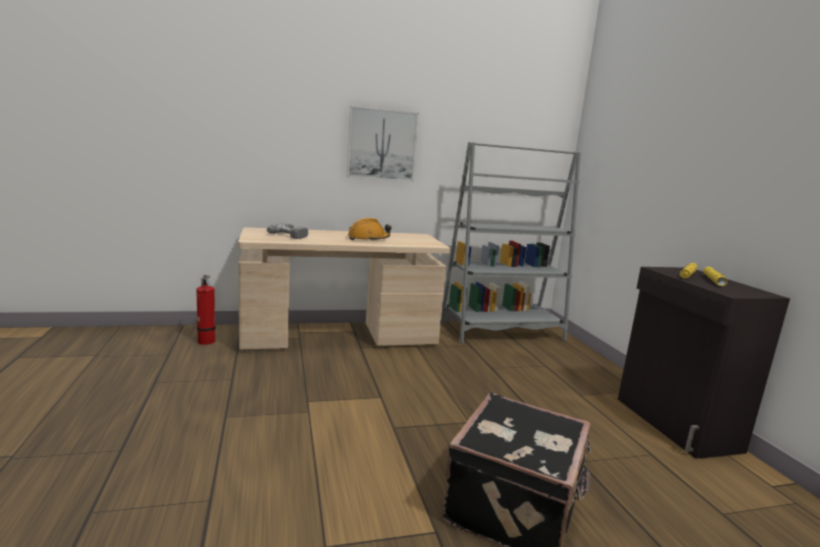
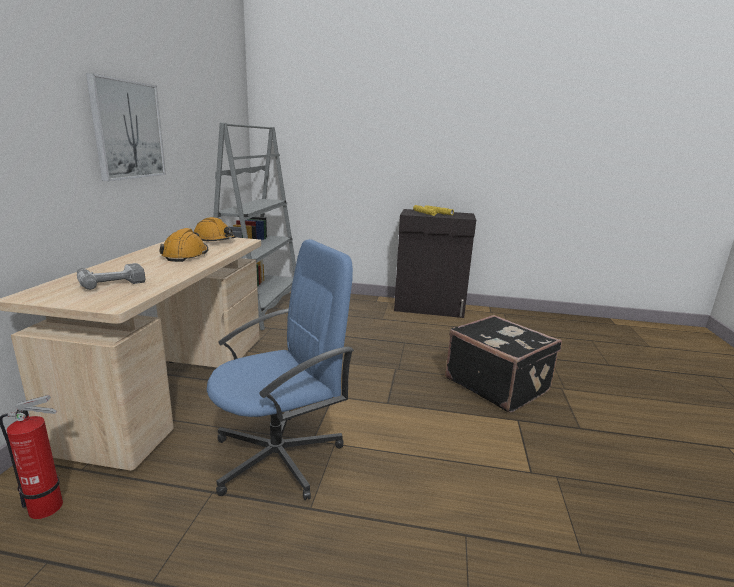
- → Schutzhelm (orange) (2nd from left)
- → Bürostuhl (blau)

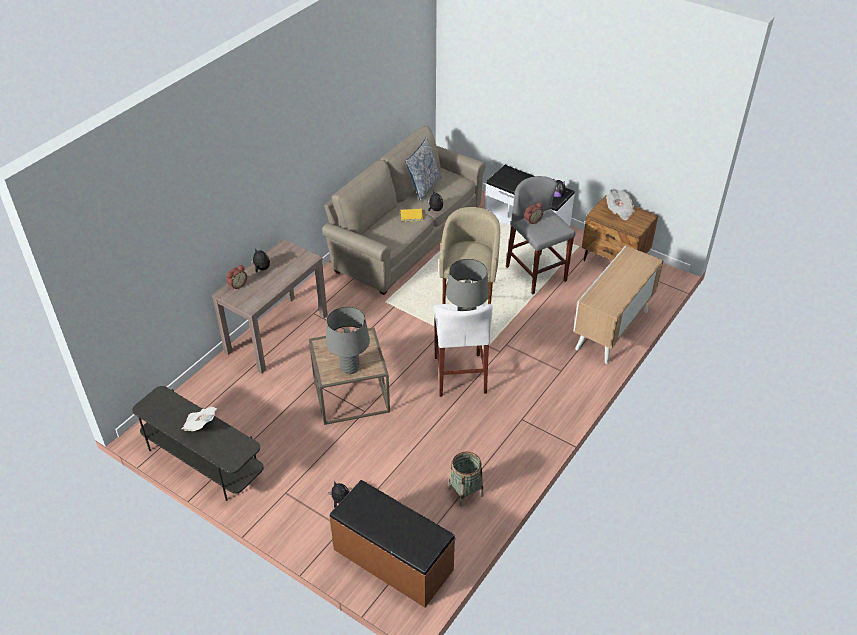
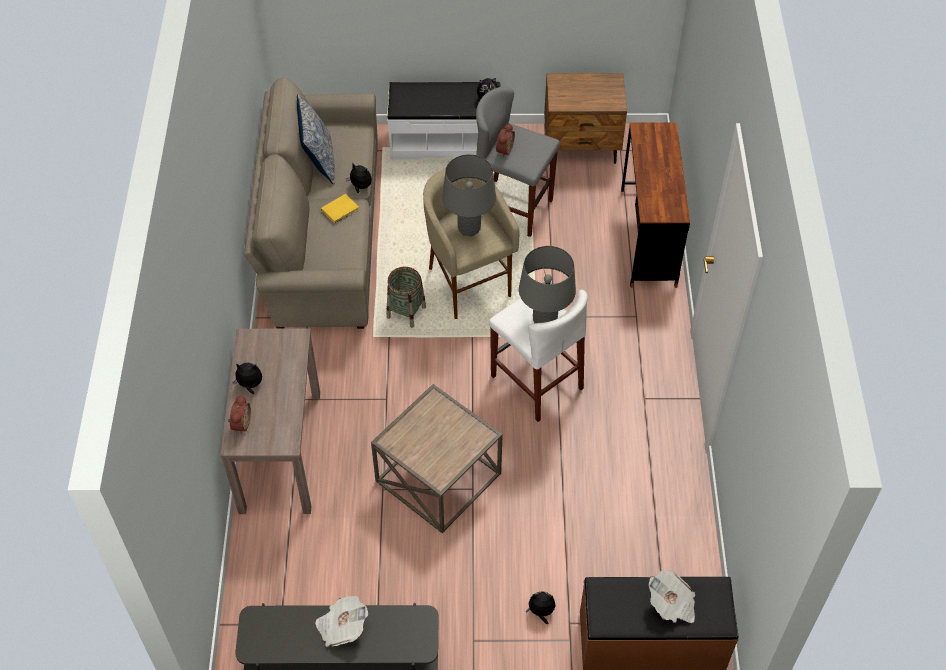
Korb, moved
Tischlampe (grau) (1st from left), moved
Schrank → Schreibtisch (braun)
Zeitung (2nd from left), moved

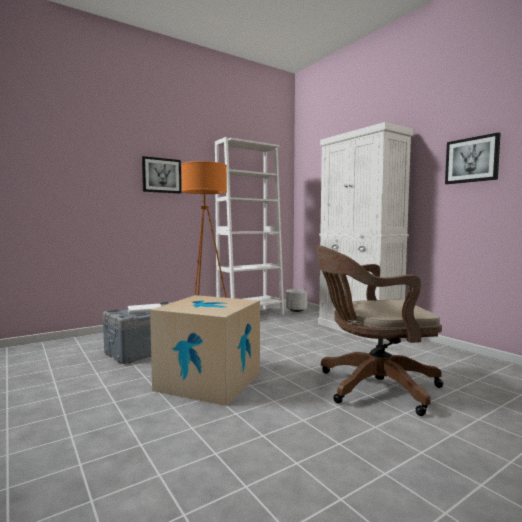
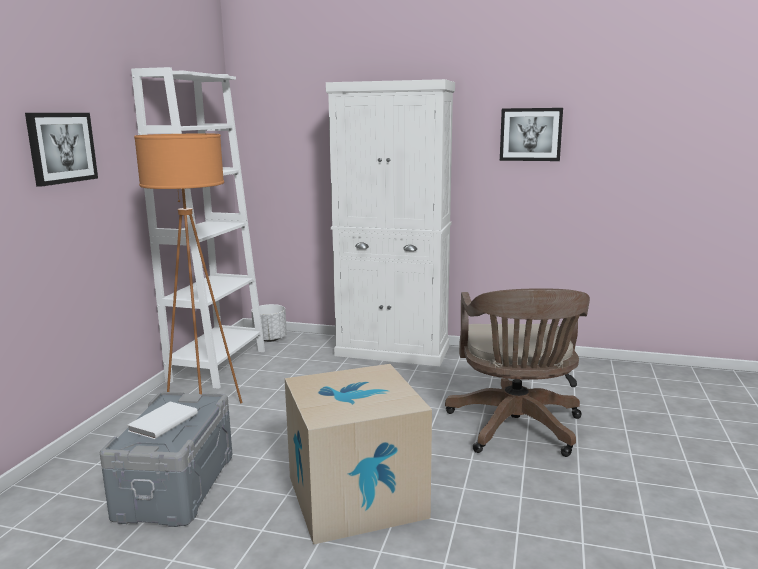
Bürostuhl (braun), 45 degrees counterclockwise

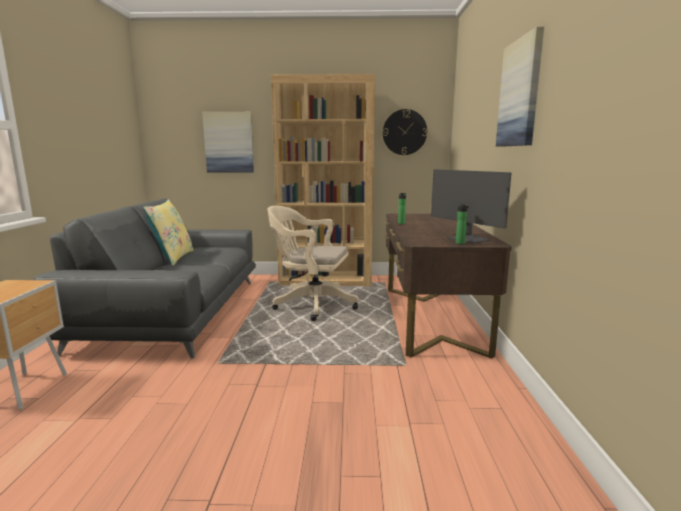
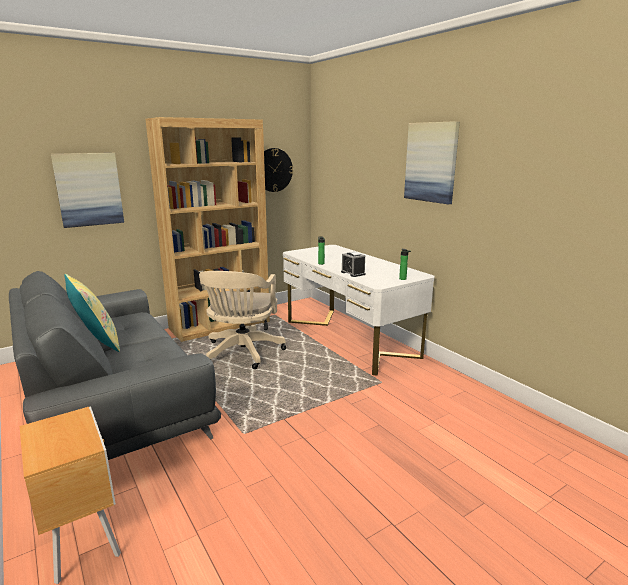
Bürostuhl (beige), 60 degrees counterclockwise
Schreibtisch (braun) → Schreibtisch (weiß)
- → Wecker
Monitor → -

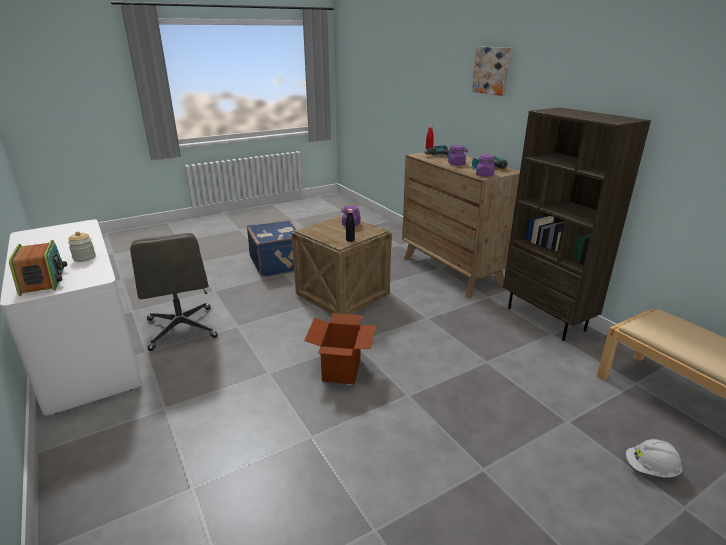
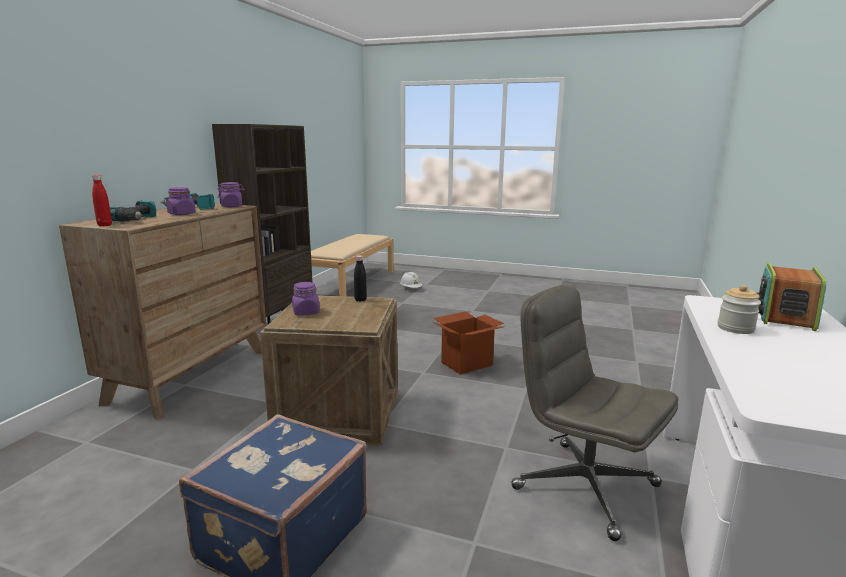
Bürostuhl (grau), 75 degrees counterclockwise
Bild → -

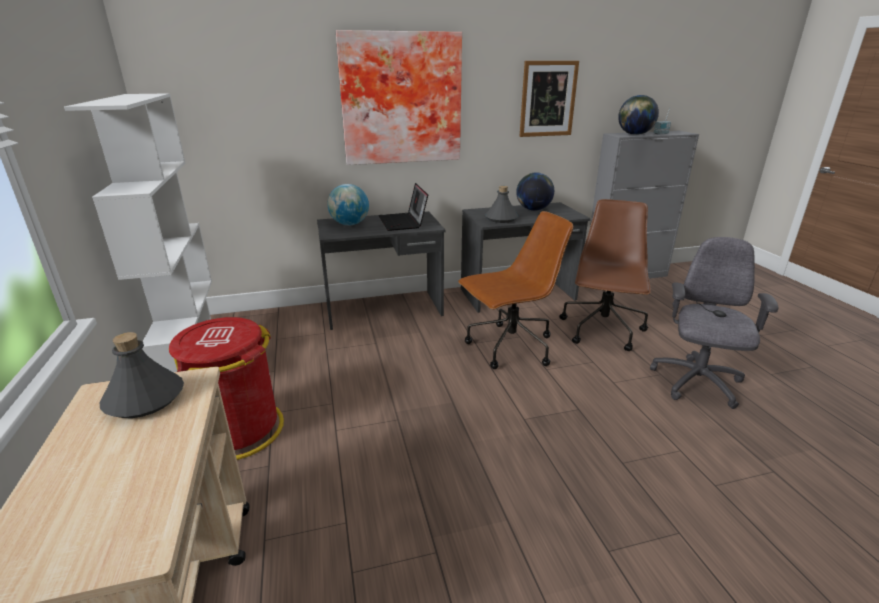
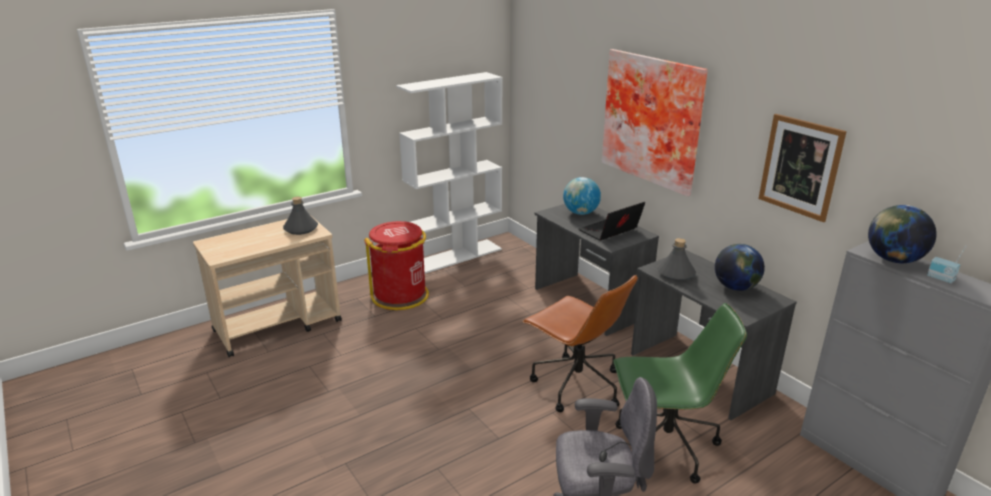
Bürostuhl (braun) (2nd from left) → Bürostuhl (grün)

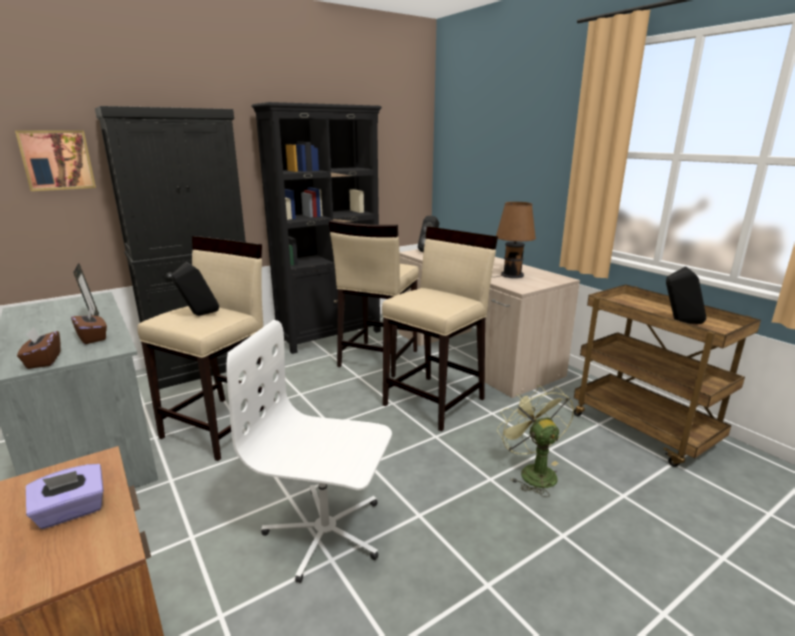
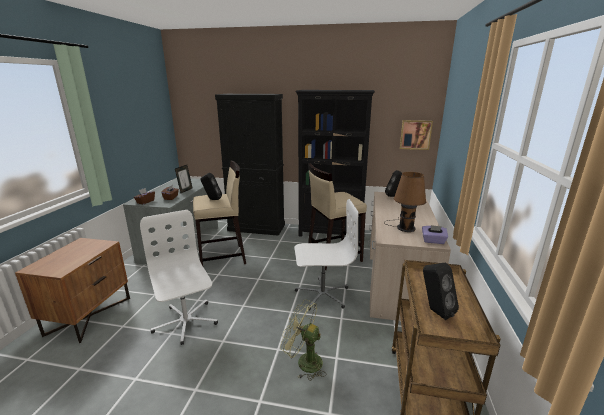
Ventilator (grün), 90 degrees counterclockwise
Hocker (beige) (3rd from left) → Bürostuhl (weiß) (2nd from left)
Bild, moved
Taschentuchbox (lila), moved

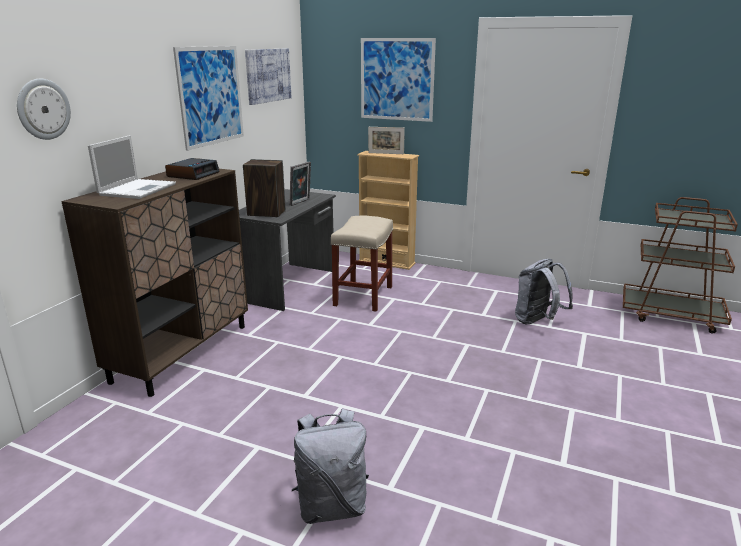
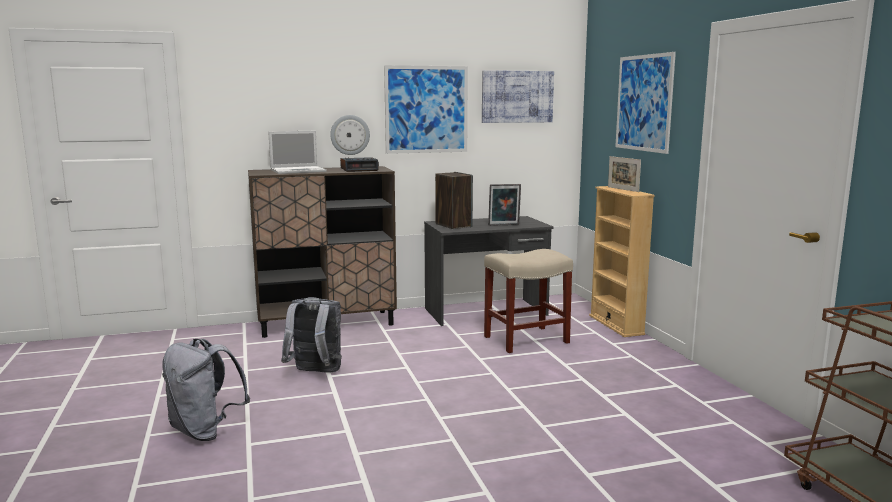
Rucksack (grau) (2nd from left), moved
Wanduhr, moved

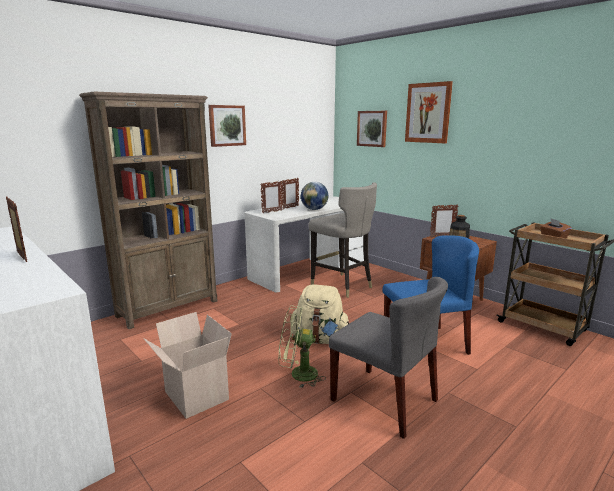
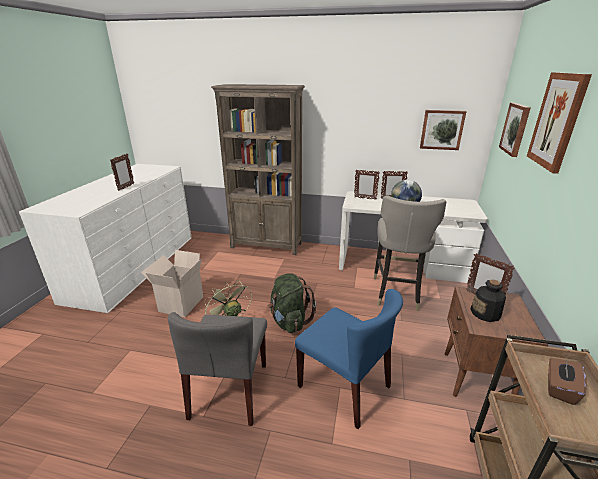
Rucksack (beige) → Rucksack (grün)
Bild (1st from left), moved

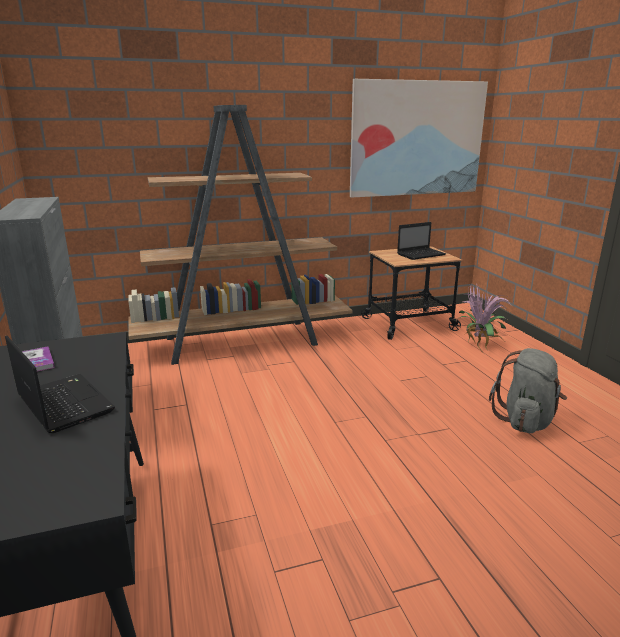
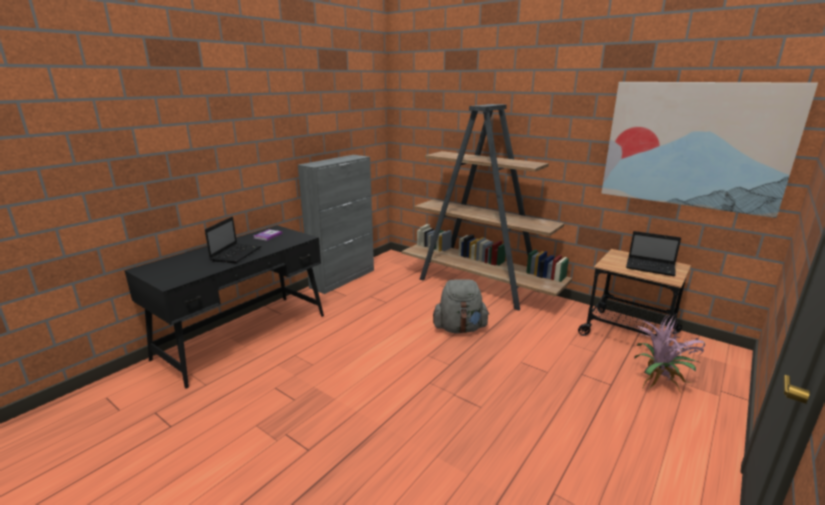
Rucksack (grau), moved

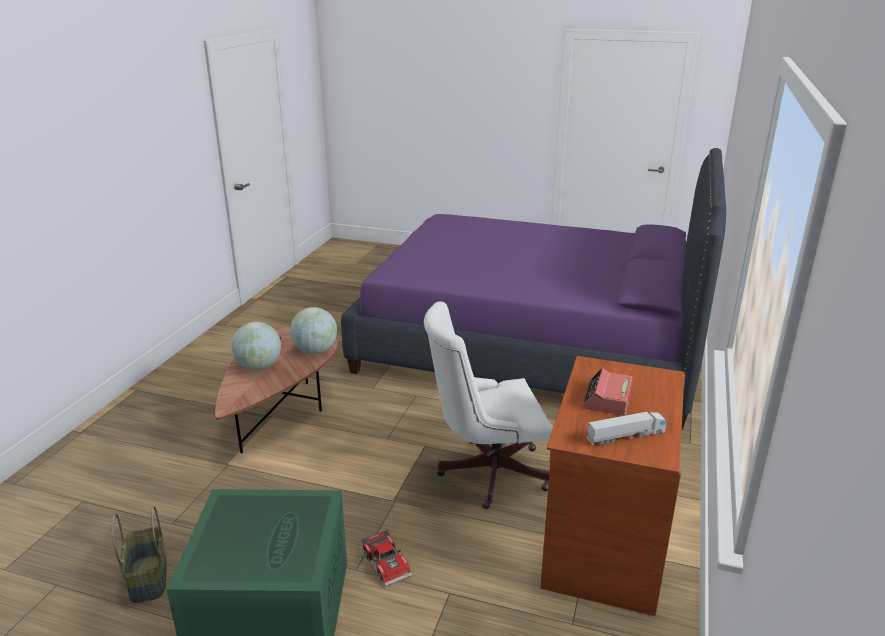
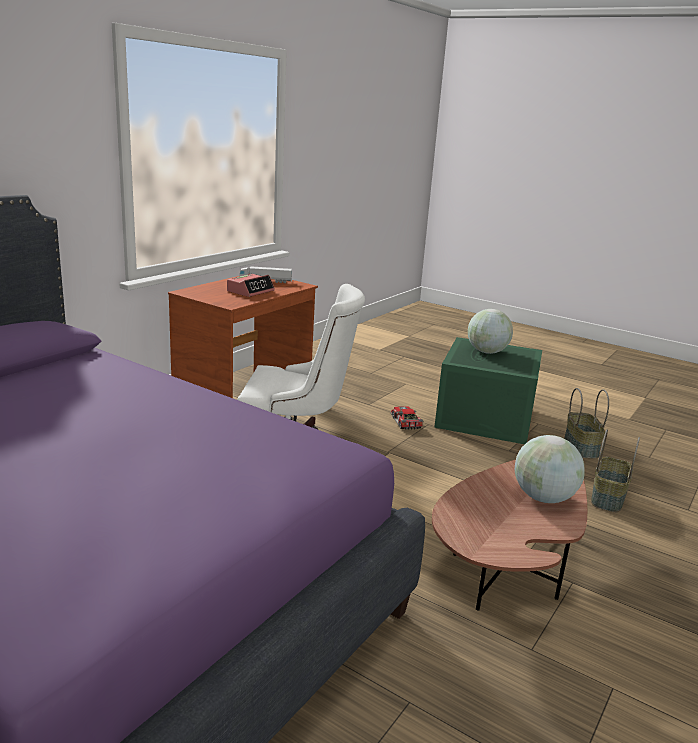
Globus (2nd from left in the first image) → Globus (1st from left), moved
- → Korb (2nd from left)

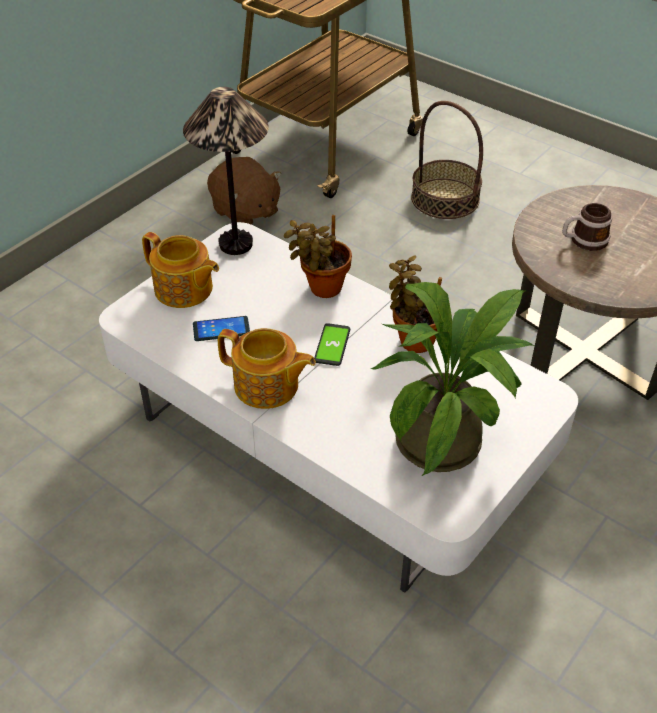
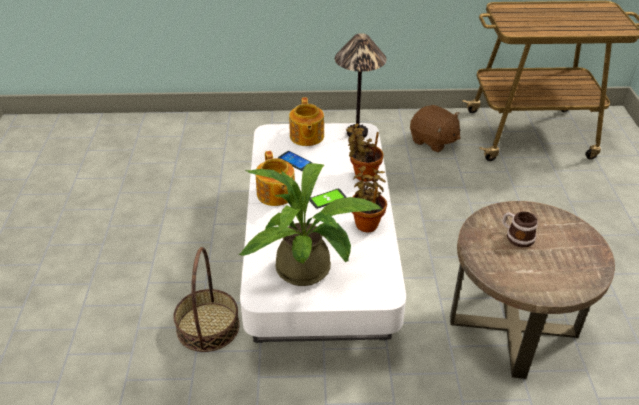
Korb, moved
Plüschtier (braun), 60 degrees counterclockwise

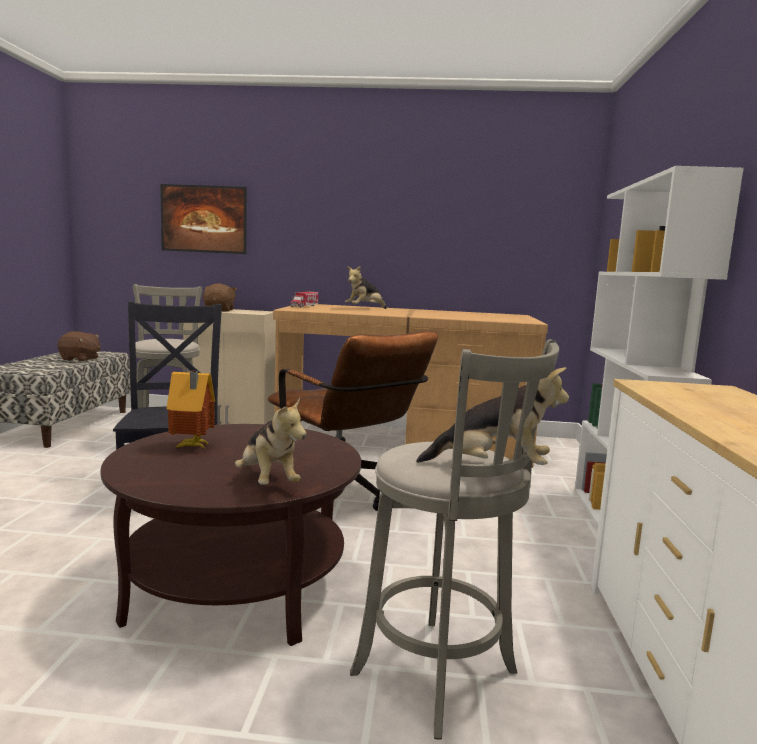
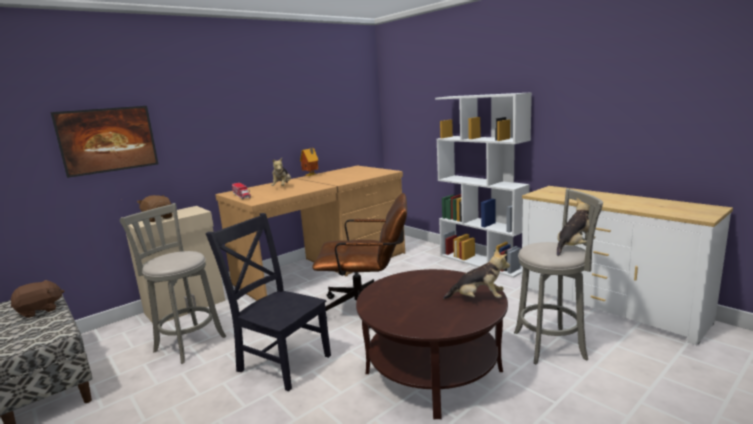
Spielzeughaus, moved

